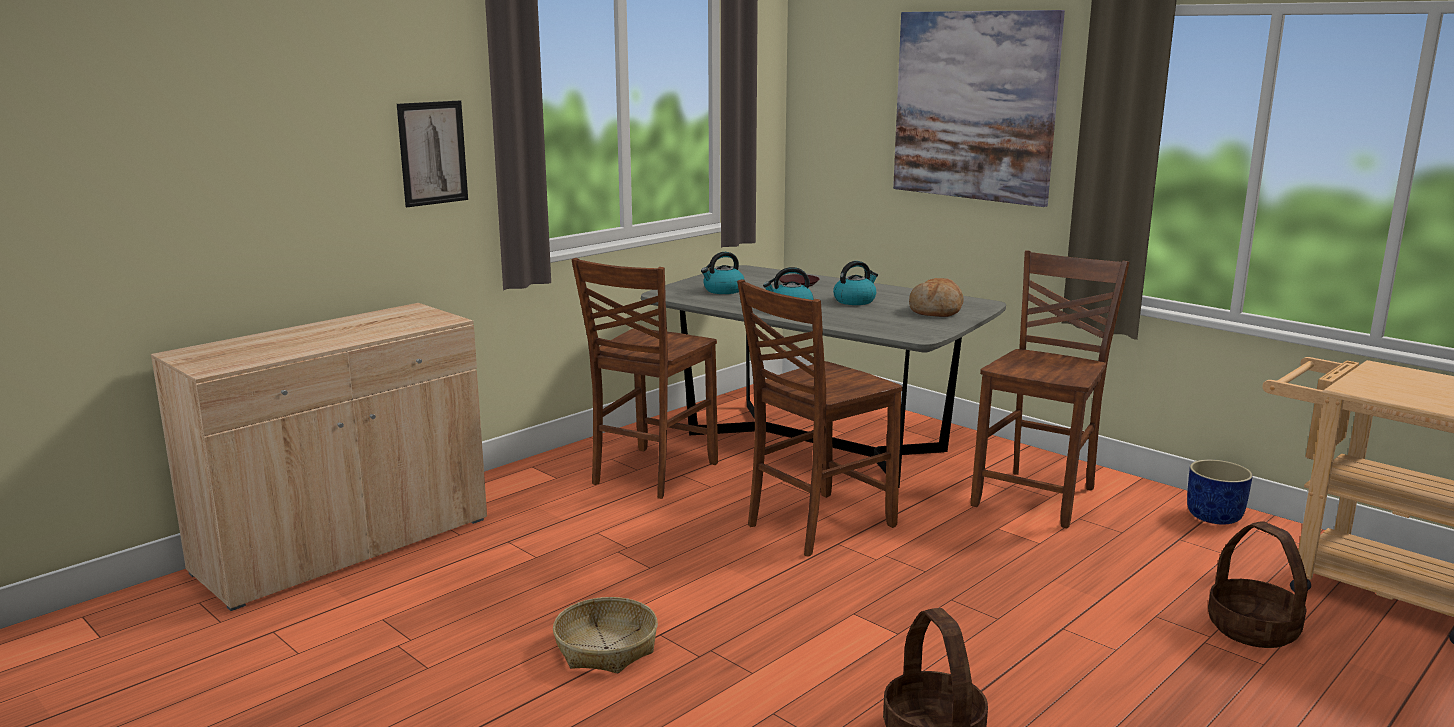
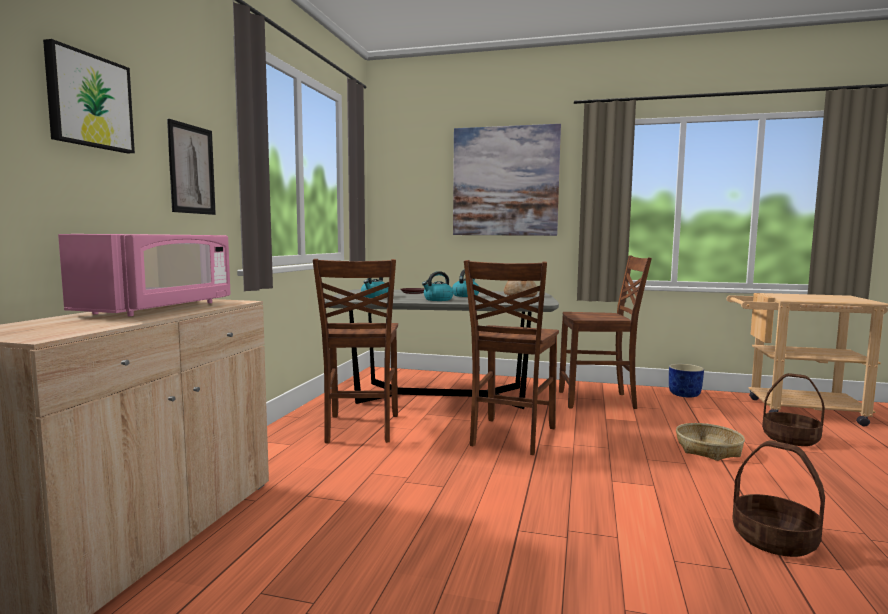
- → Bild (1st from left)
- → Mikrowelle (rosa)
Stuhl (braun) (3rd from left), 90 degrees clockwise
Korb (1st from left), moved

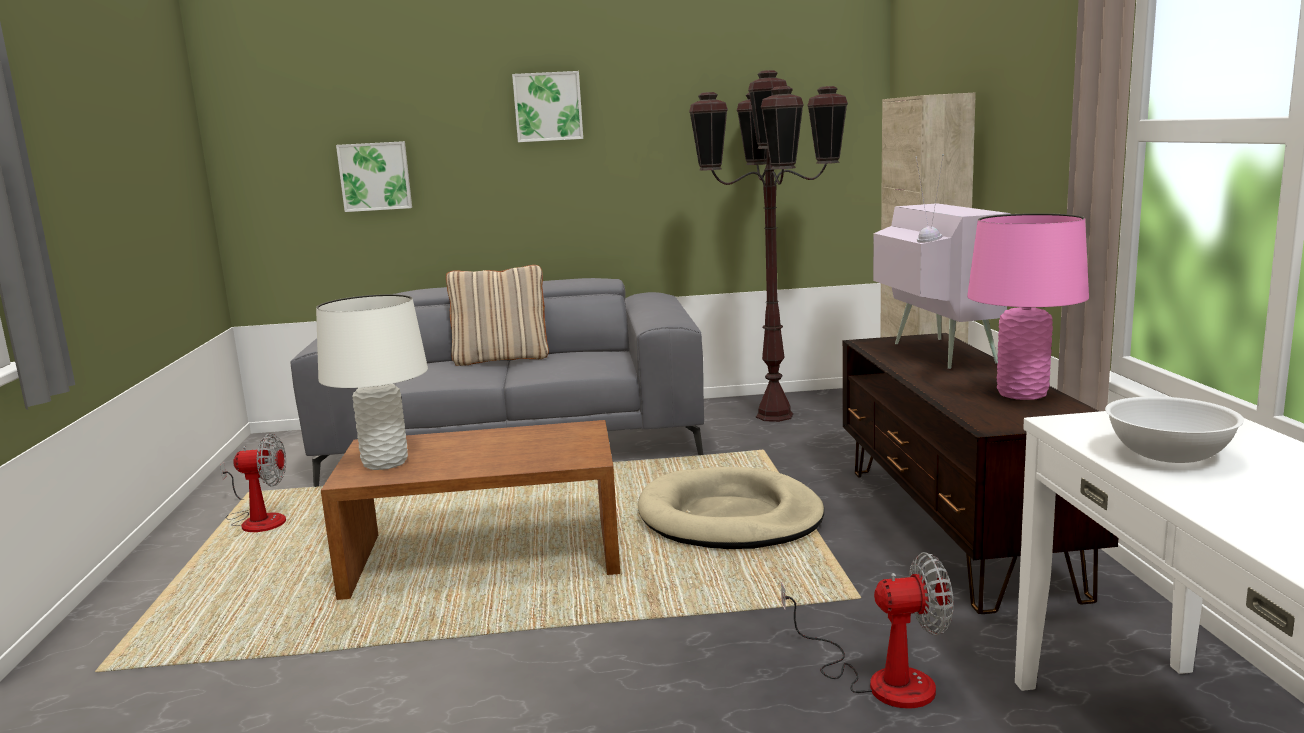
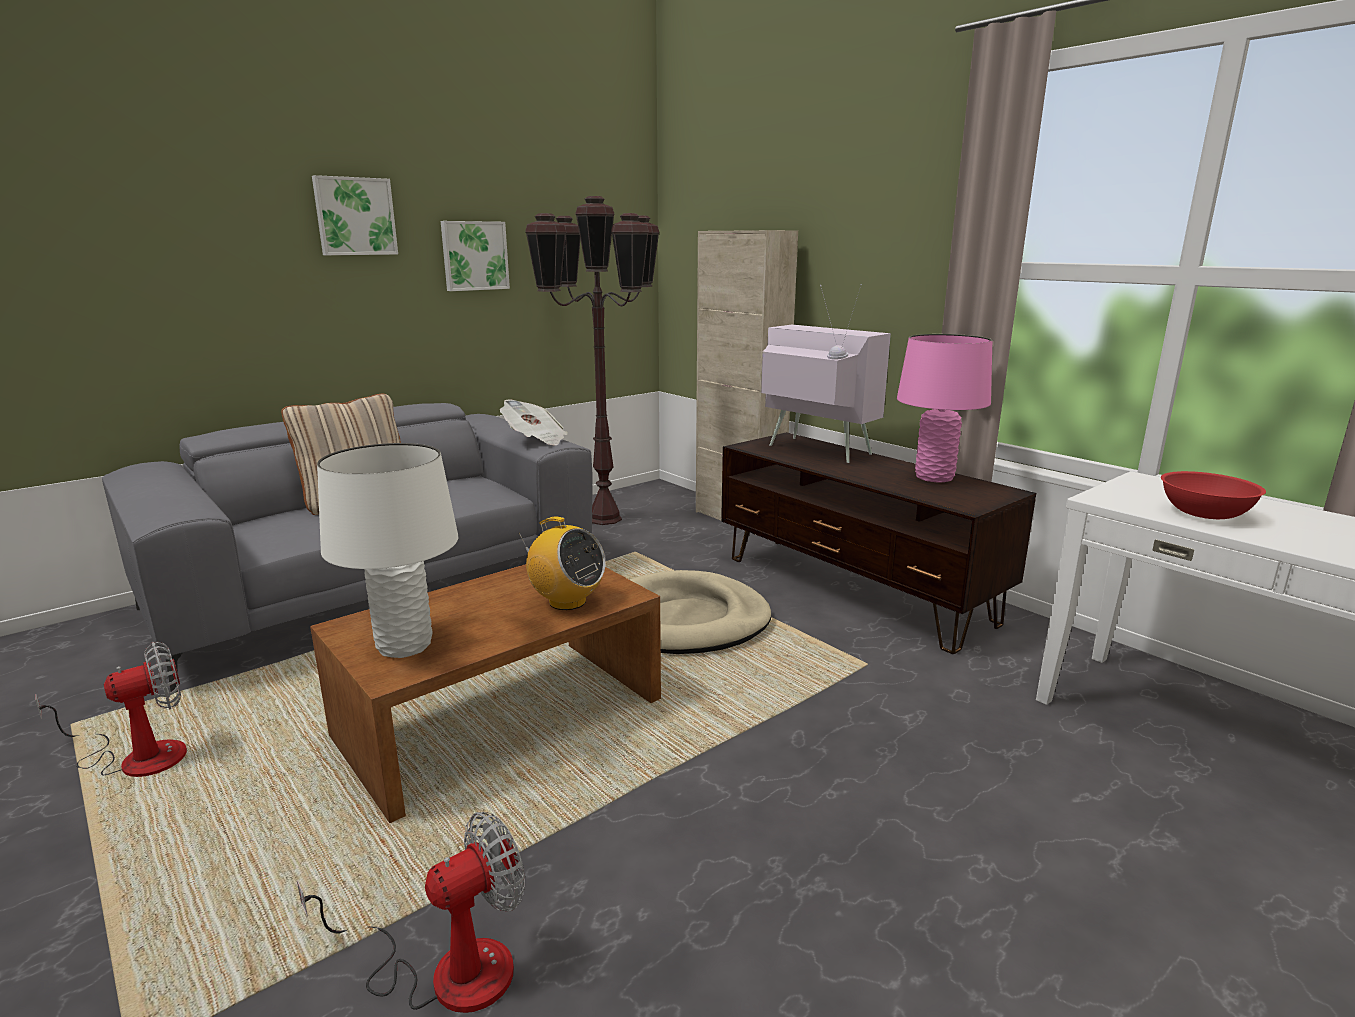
Ventilator (2nd from left), moved
Bild (1st from left in the first image) → Bild (2nd from left), moved
- → Zeitung
- → Radio
Schüssel (weiß) → Schüssel (rot)

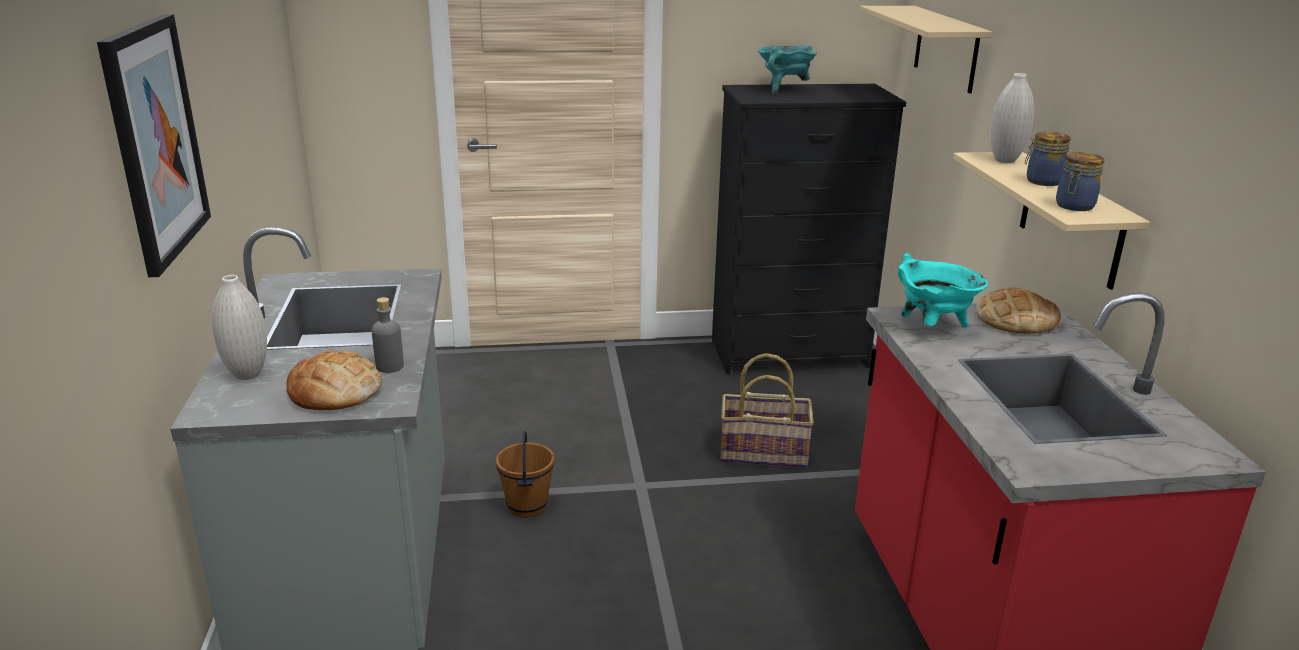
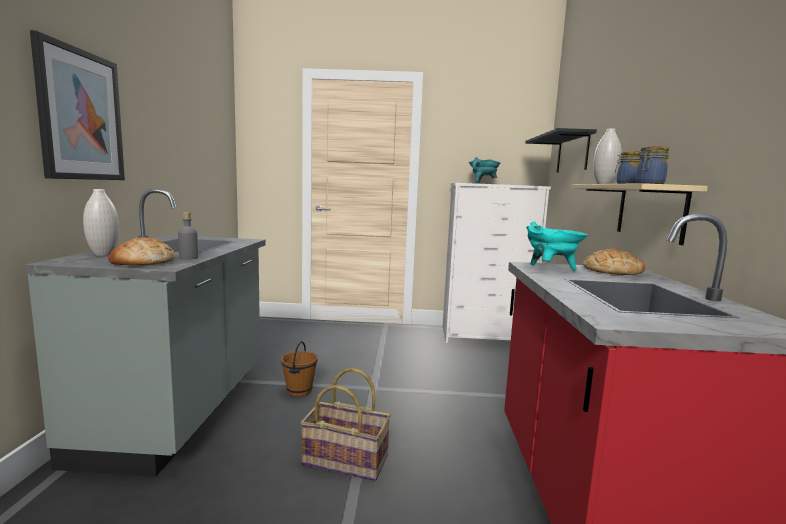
Korb, moved
Kommode (schwarz) → Kommode (weiß)
Wandregal (beige) (1st from left) → Wandregal (schwarz)

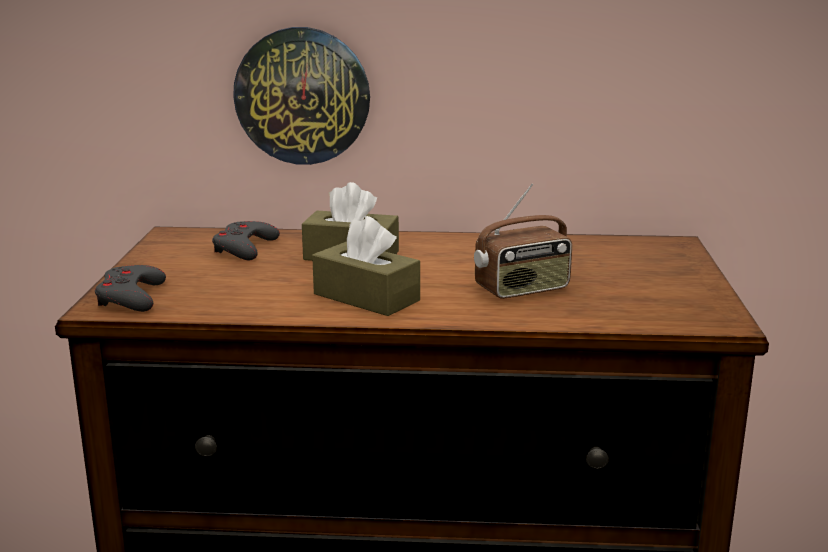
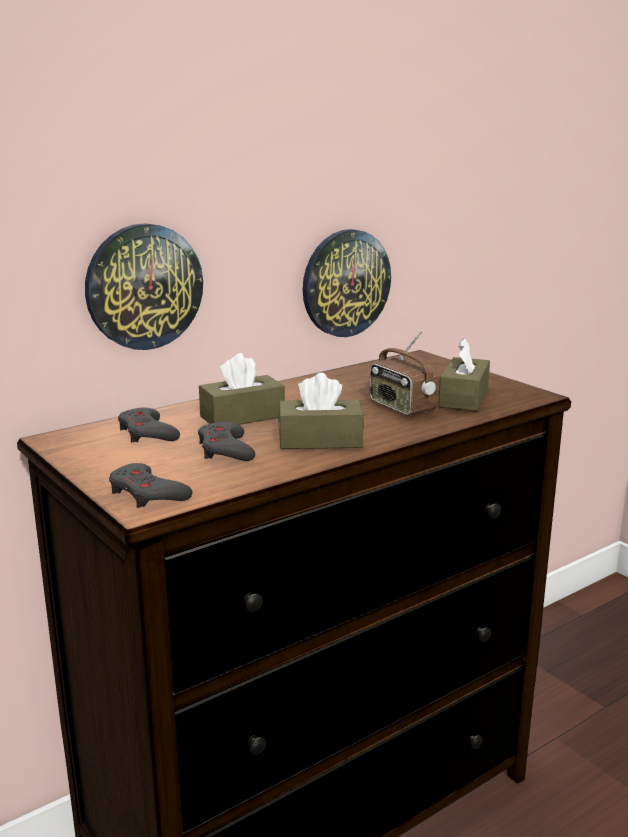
- → Gamepad (grau) (3rd from left)
- → Wanduhr (2nd from left)
Radio, 120 degrees clockwise
- → Taschentuchbox (braun) (3rd from left)

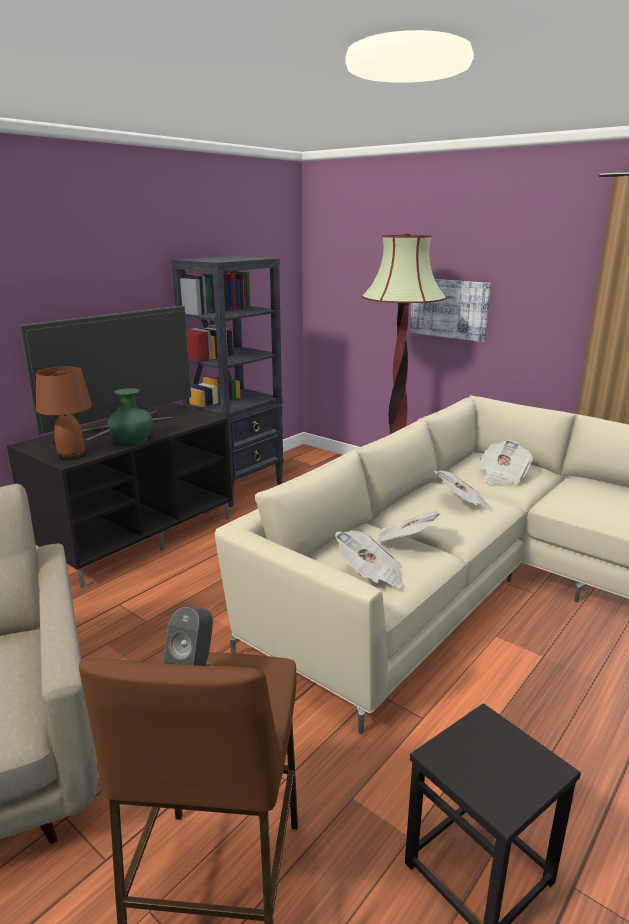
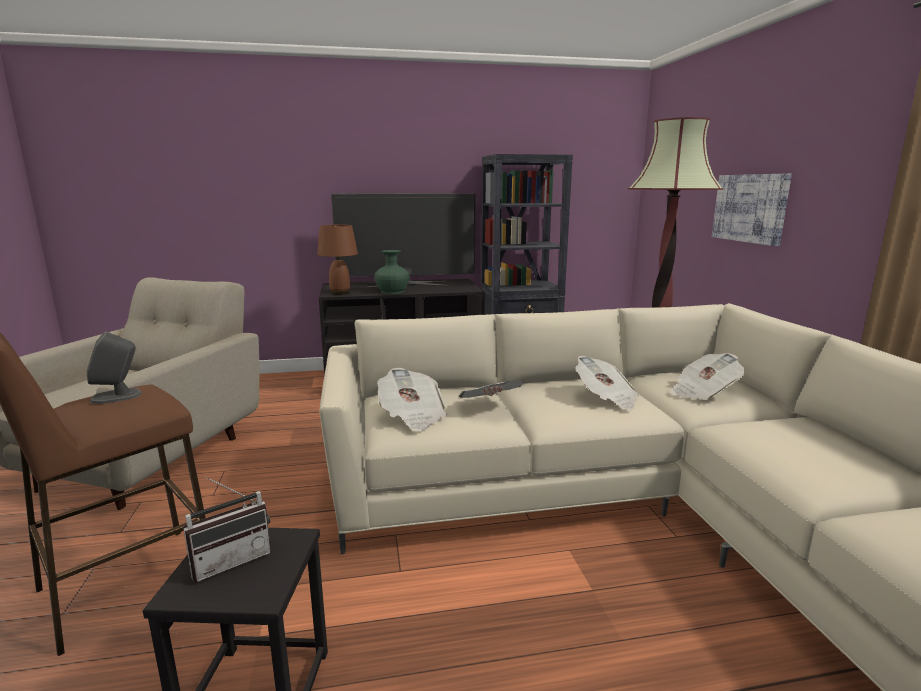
- → Radio

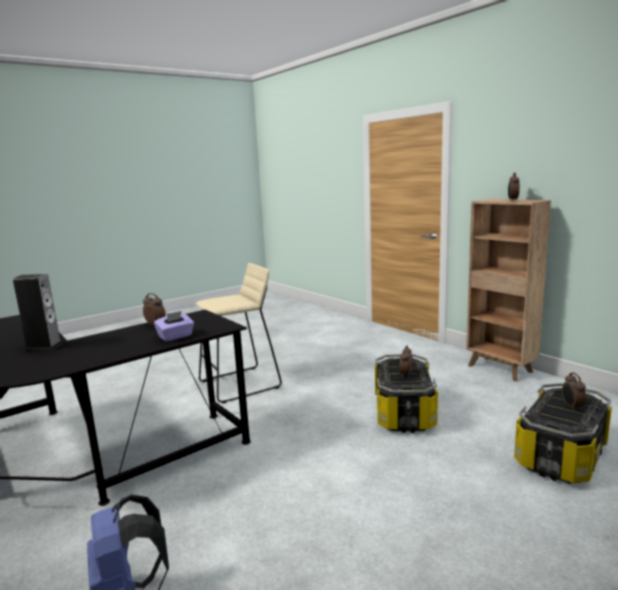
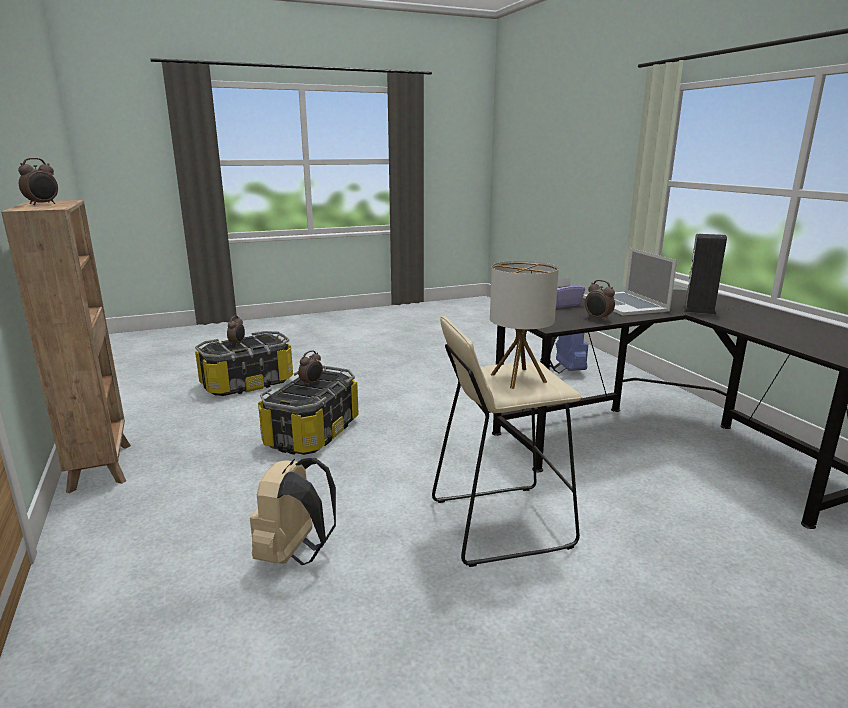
- → Rucksack (beige)
- → Tischlampe
- → Laptop

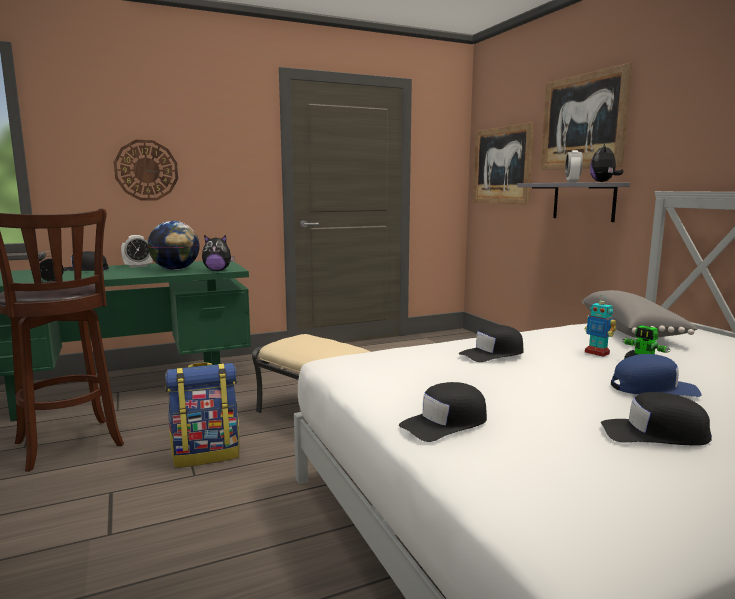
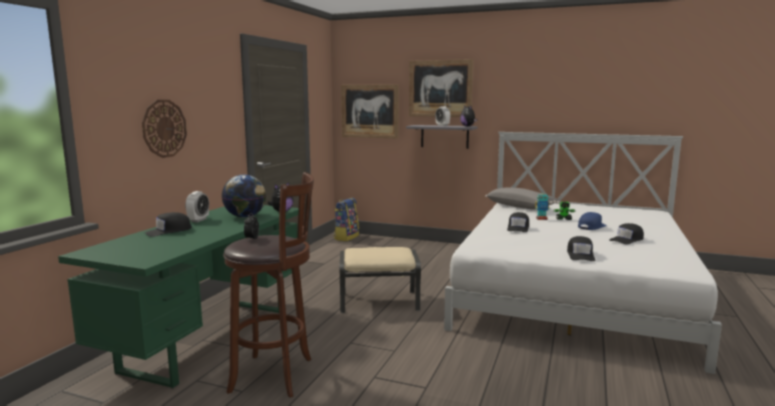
Rucksack, moved

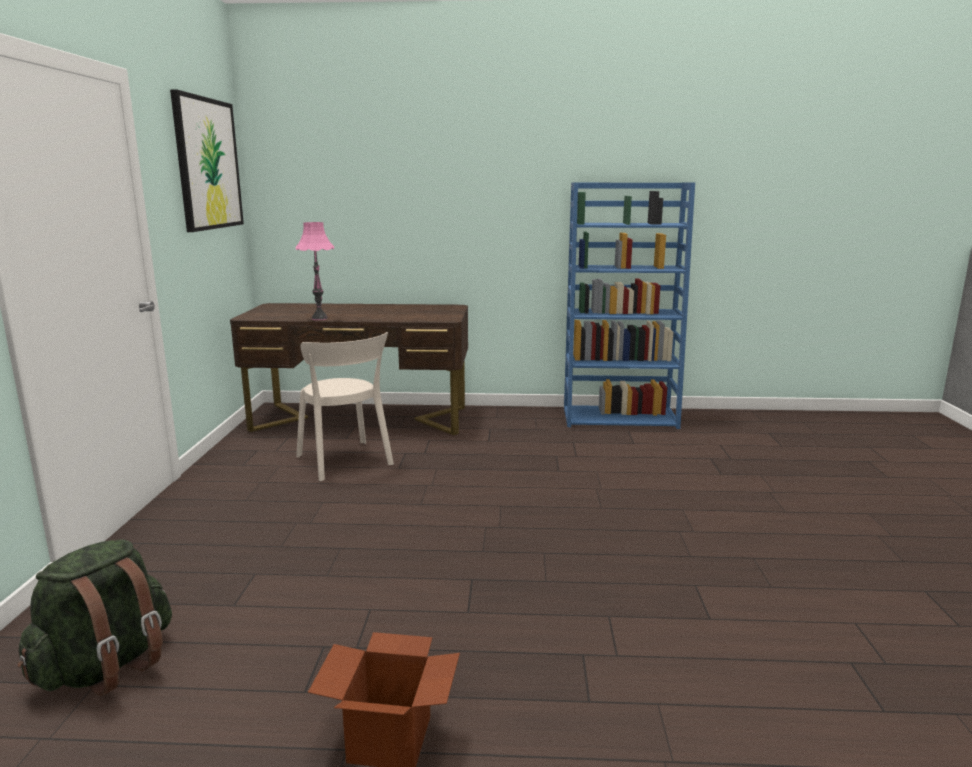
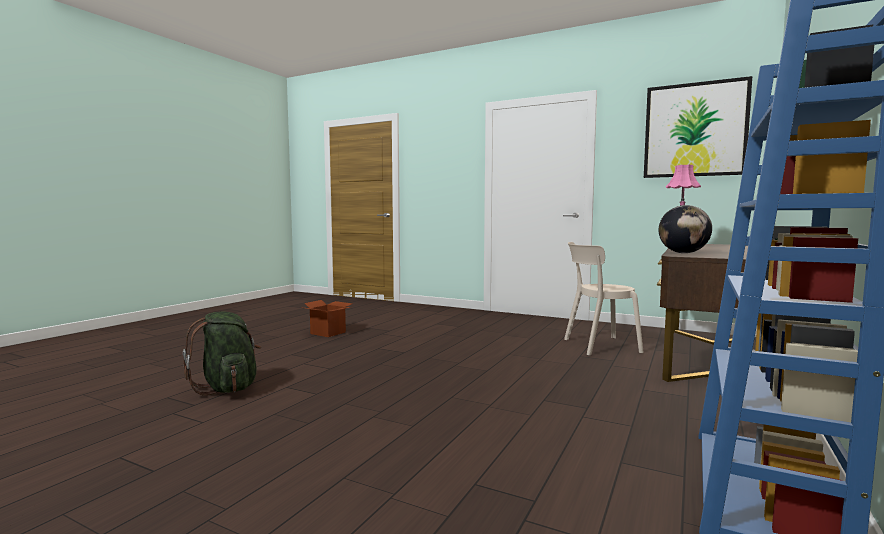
Rucksack (grün), moved
- → Globus

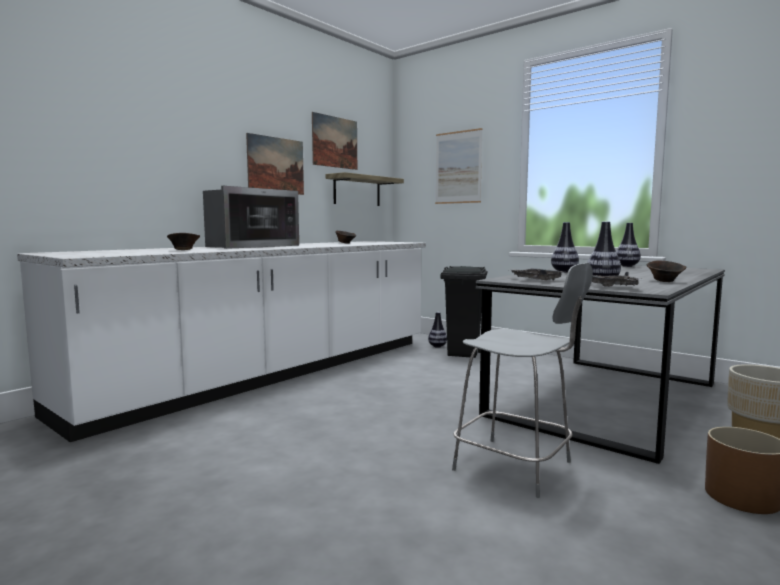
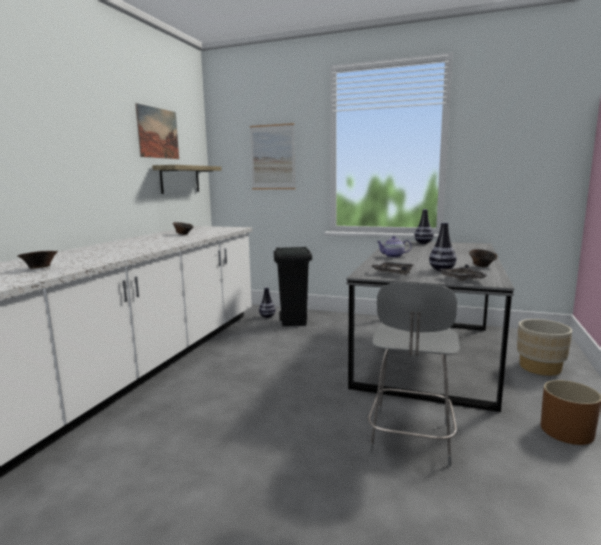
Stuhl (grau), 90 degrees clockwise
Vase (2nd from left) → Teekanne
Mikrowelle → -
Bild (1st from left) → -

